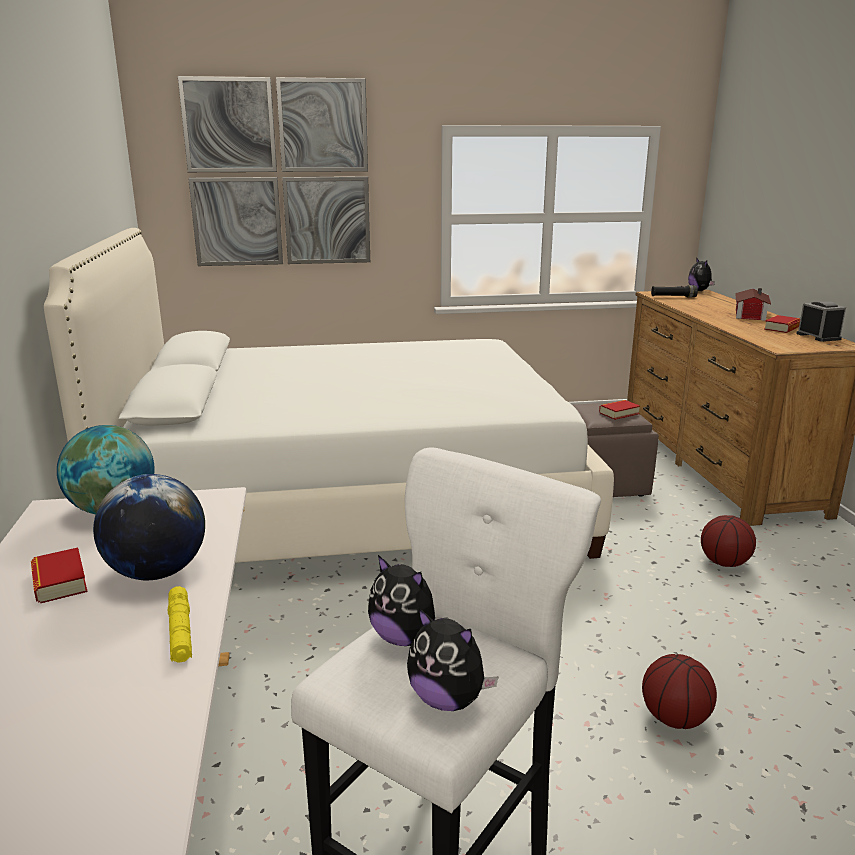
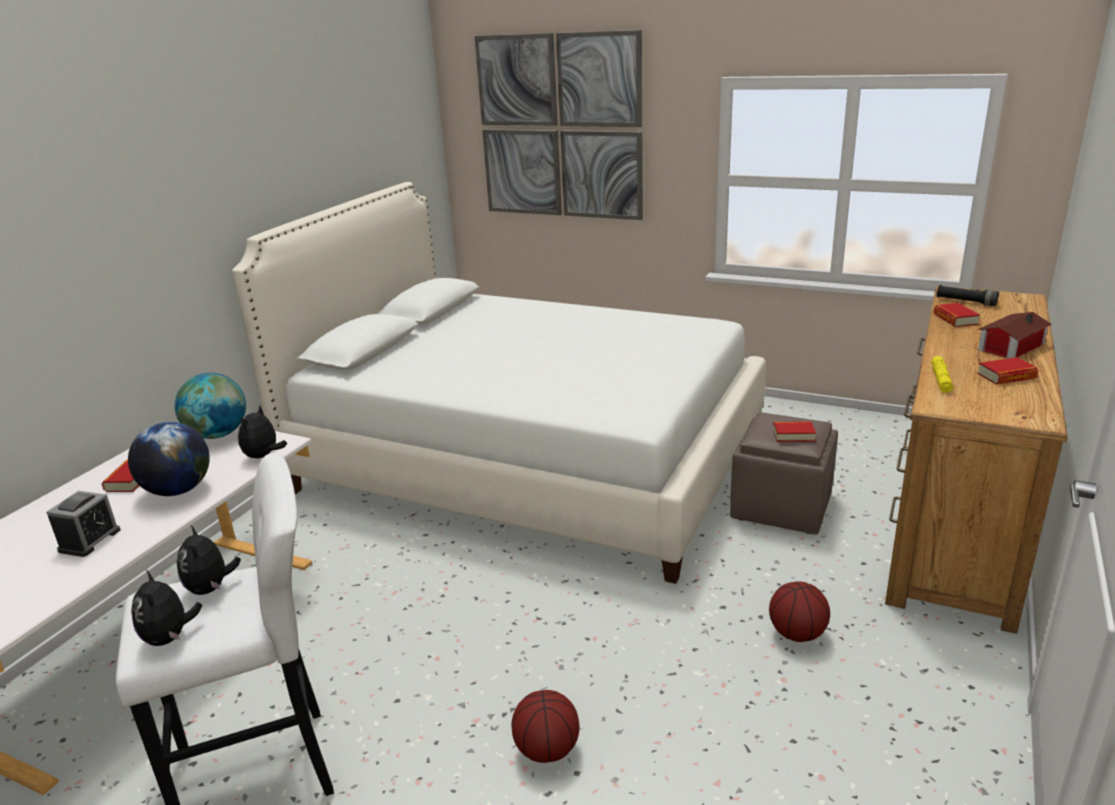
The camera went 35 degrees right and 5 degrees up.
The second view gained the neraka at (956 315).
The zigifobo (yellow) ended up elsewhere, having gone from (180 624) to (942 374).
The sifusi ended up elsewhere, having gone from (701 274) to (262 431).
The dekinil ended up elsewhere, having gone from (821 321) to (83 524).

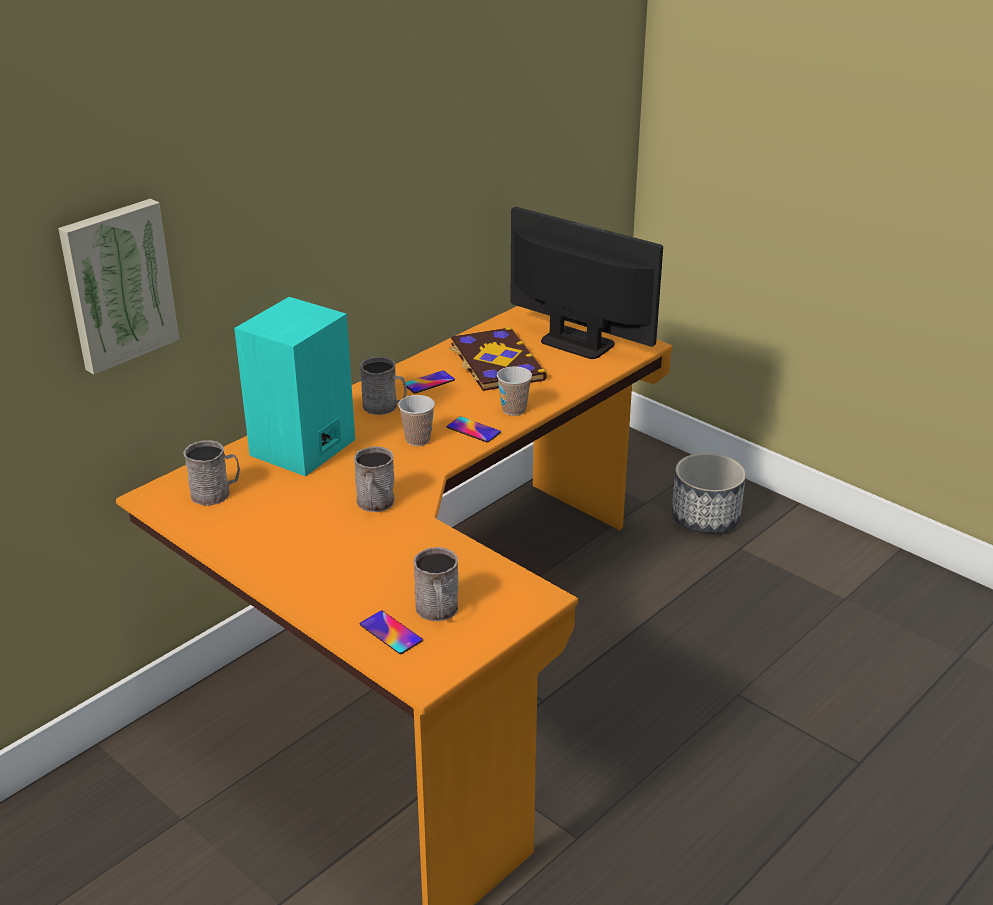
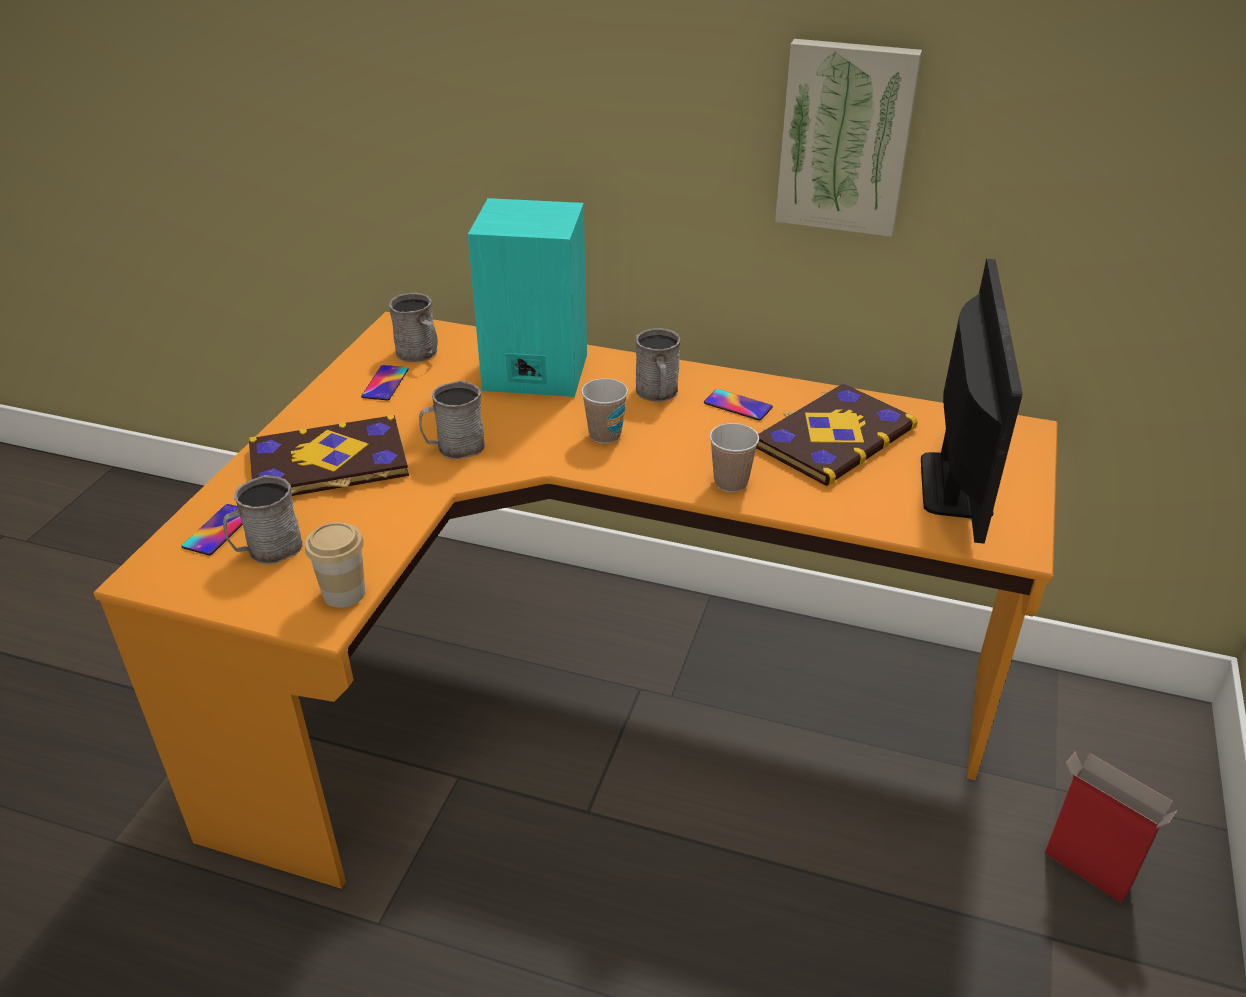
The camera went 65 degrees right and 5 degrees up.
The second view gained the neraka at (329 455).
The second view gained the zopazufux at (335 565).
The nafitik ended up elsewhere, having gone from (118 287) to (848 138).
The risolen ended up elsewhere, having gone from (474 430) to (385 382).
Where the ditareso stood at (709 493), the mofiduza came to stand at (1111 827).

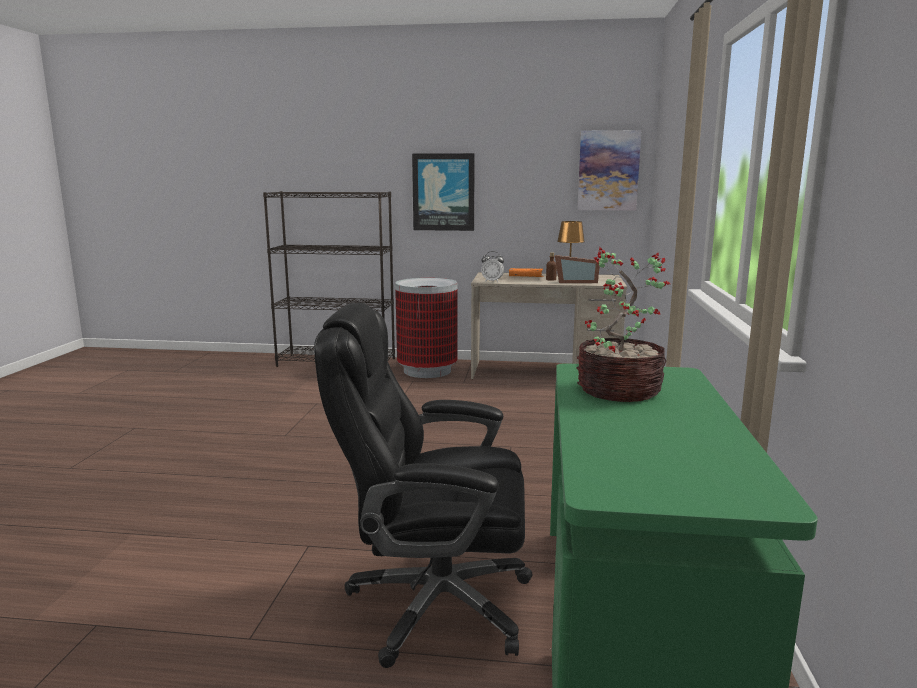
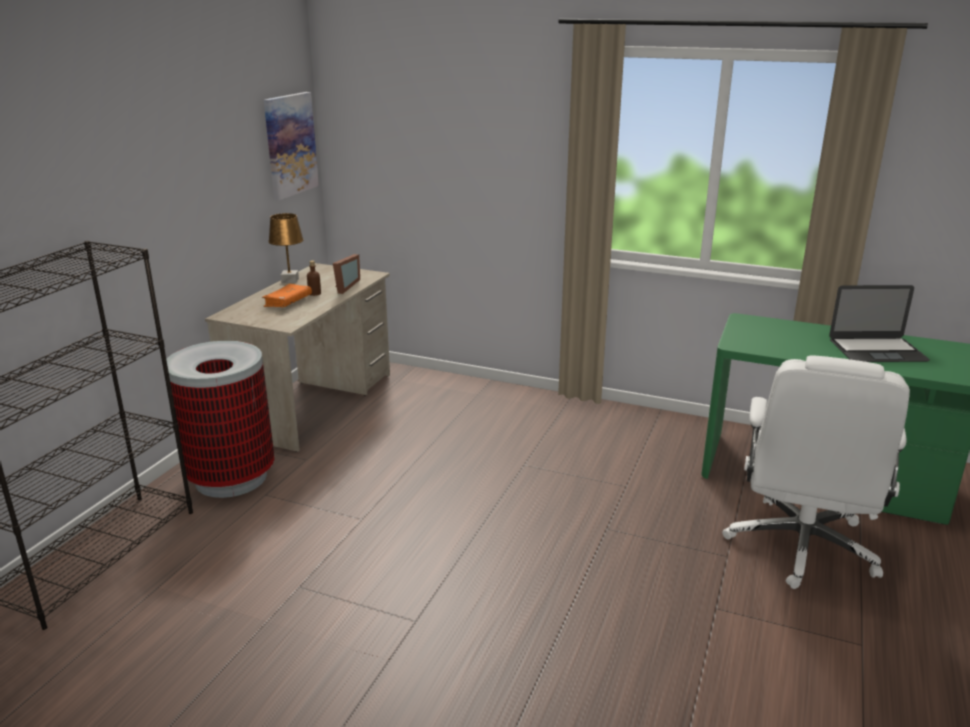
The camera went 75 degrees left and 10 degrees up.
The second view lost the nafitik at (443 192).
The second view lost the dekinil at (492 266).
The second view lost the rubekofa at (623 324).
The second view gained the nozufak at (879 323).
What was the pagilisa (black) at (423 485) turned into the pagilisa (white) at (816 472).

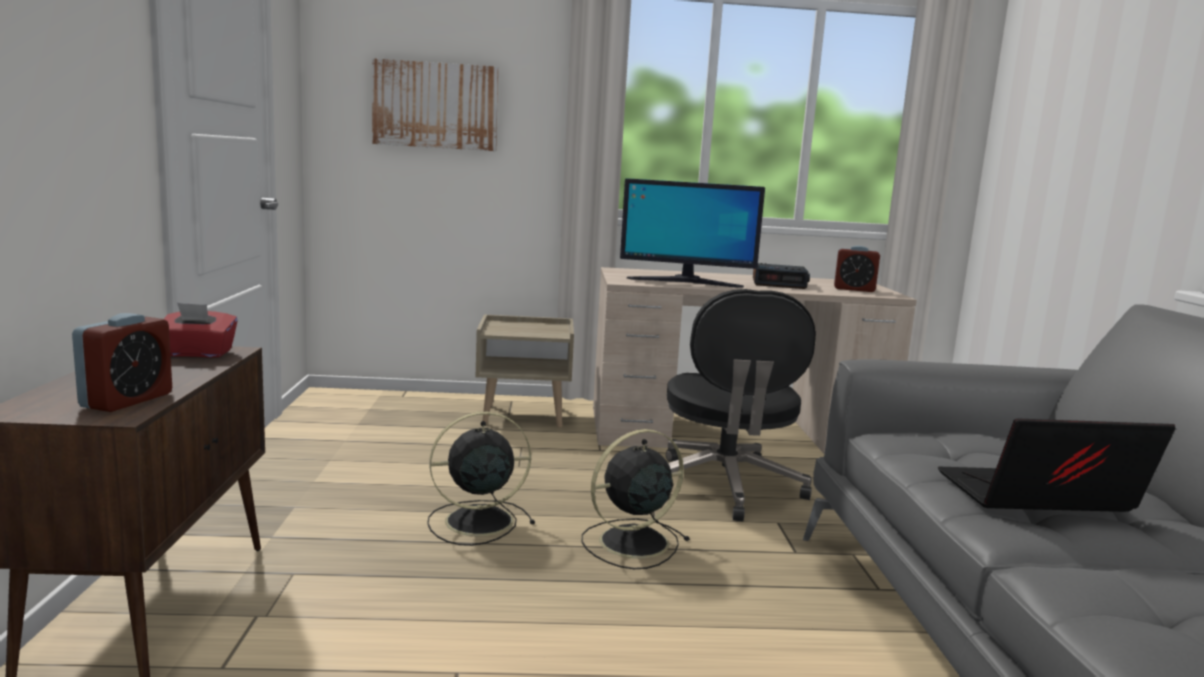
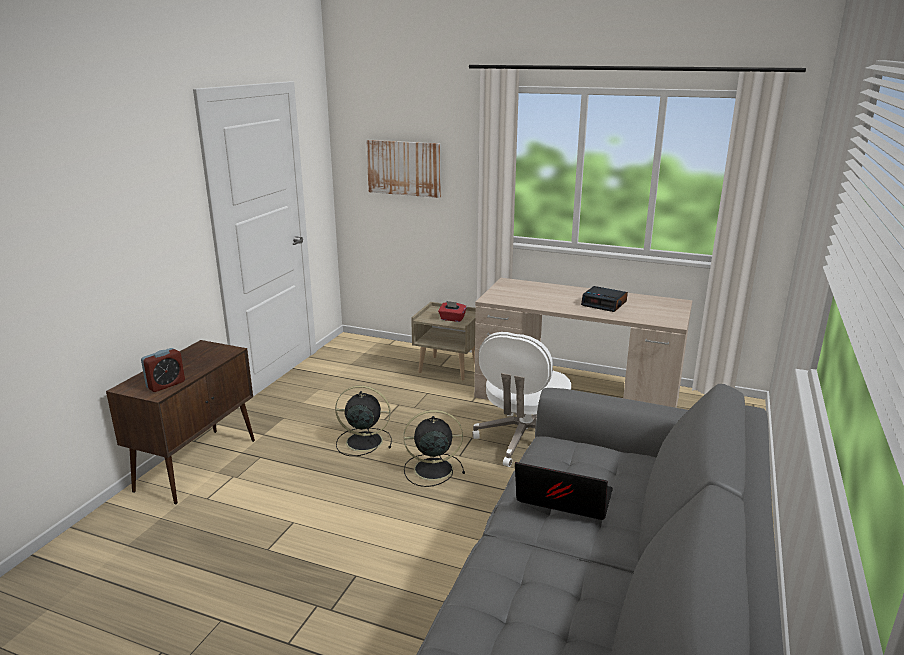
The camera went 25 degrees right and 10 degrees up.
The second view lost the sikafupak at (692 233).
The second view lost the dekinil at (857 269).
The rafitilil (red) ended up elsewhere, having gone from (201 330) to (452 311).
What was the pagilisa (black) at (741 405) turned into the pagilisa (white) at (521 399).

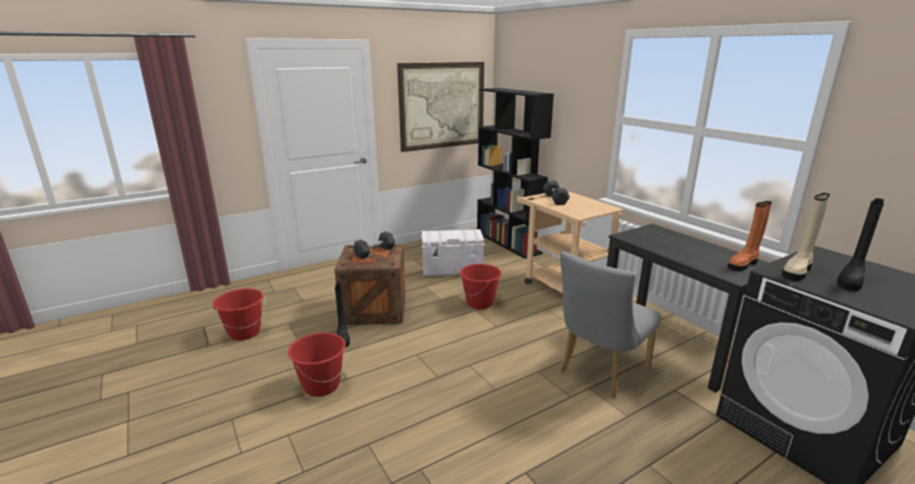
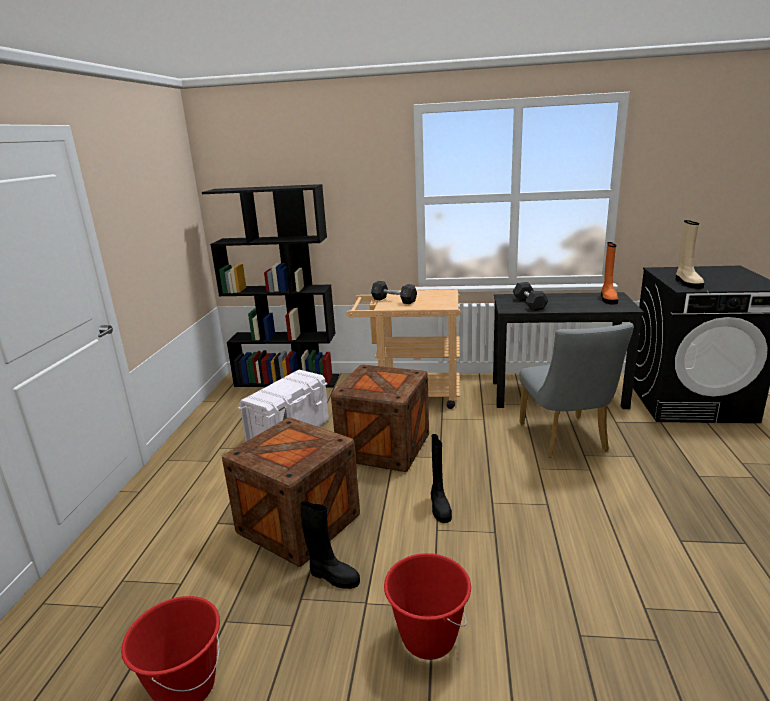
The camera went 50 degrees left and 0 degrees up.
The second view lost the nafitik at (440 107).
The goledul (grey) ended up elsewhere, having gone from (374 245) to (530 296).
The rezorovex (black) ended up elsewhere, having gone from (860 244) to (441 478).
Where the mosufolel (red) stood at (481 286), the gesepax came to stand at (380 418).

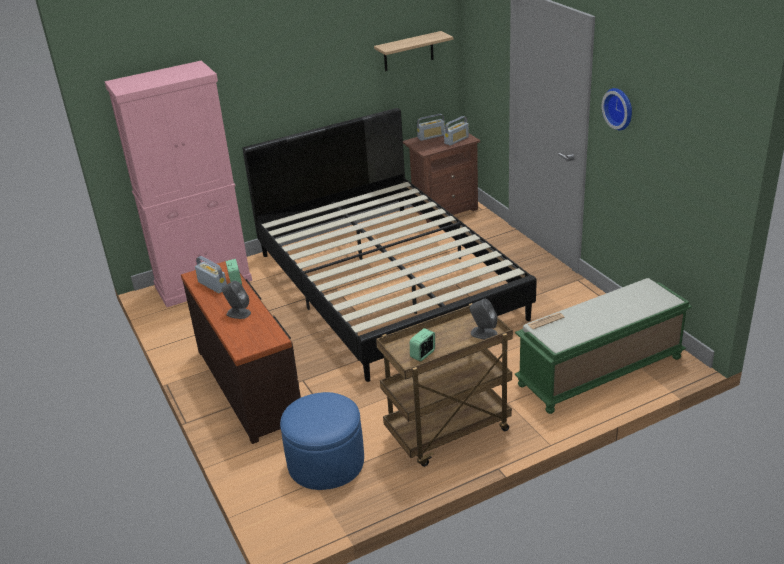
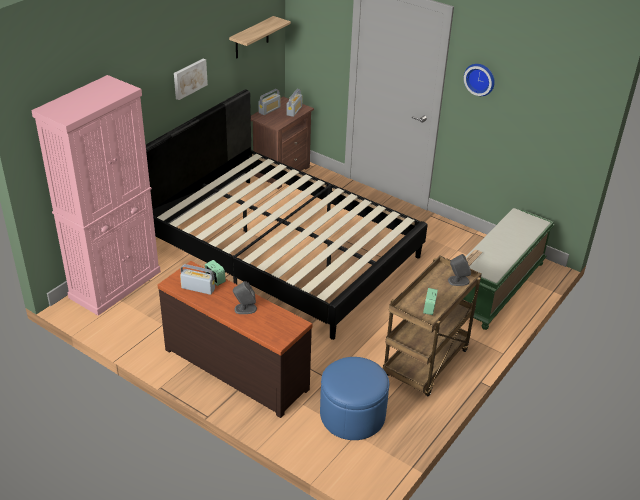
The camera went 30 degrees left and 5 degrees up.
The second view gained the nafitik at (191 79).

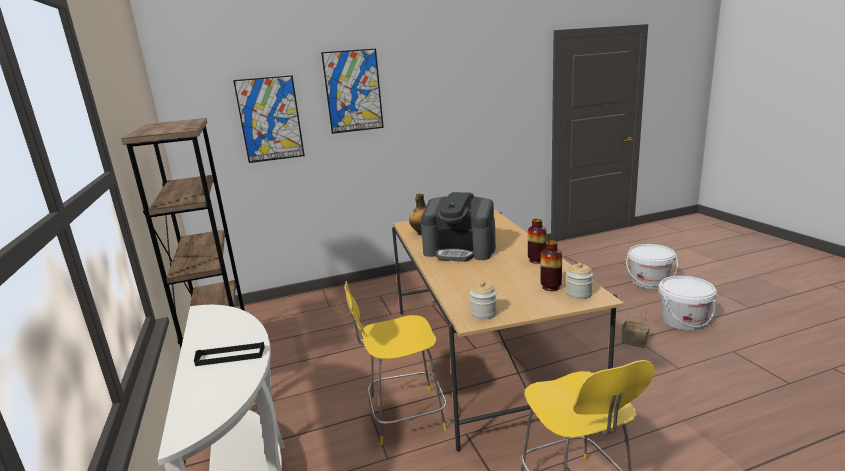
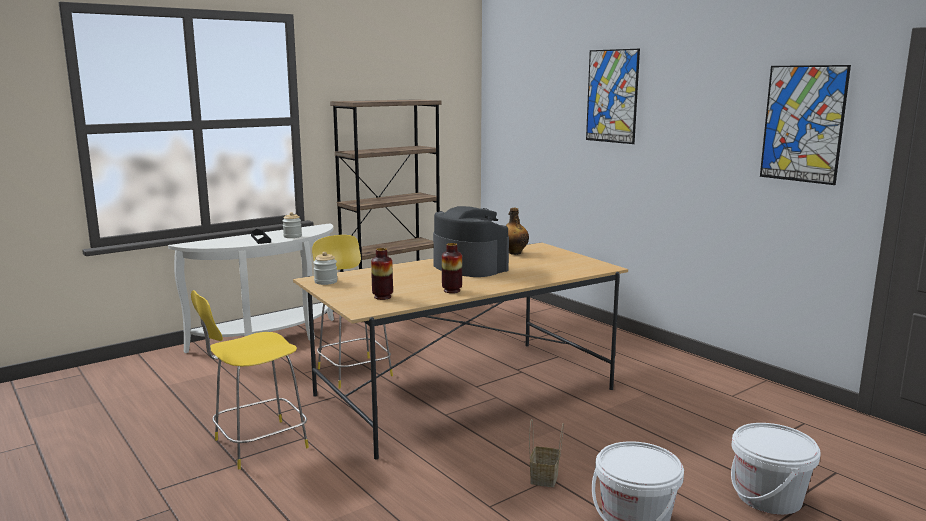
The camera went 70 degrees right and 5 degrees down.
The nafitik ended up elsewhere, having gone from (269 119) to (805 125).
The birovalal ended up elsewhere, having gone from (579 281) to (292 225).
The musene at (458 227) ended up facing another way, 135 degrees clockwise from before.

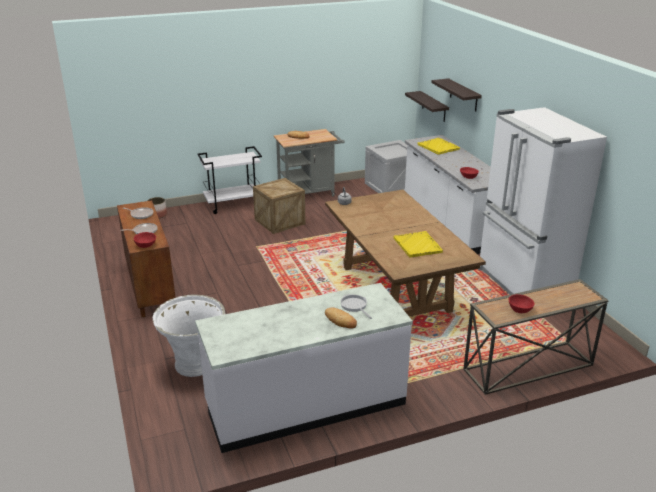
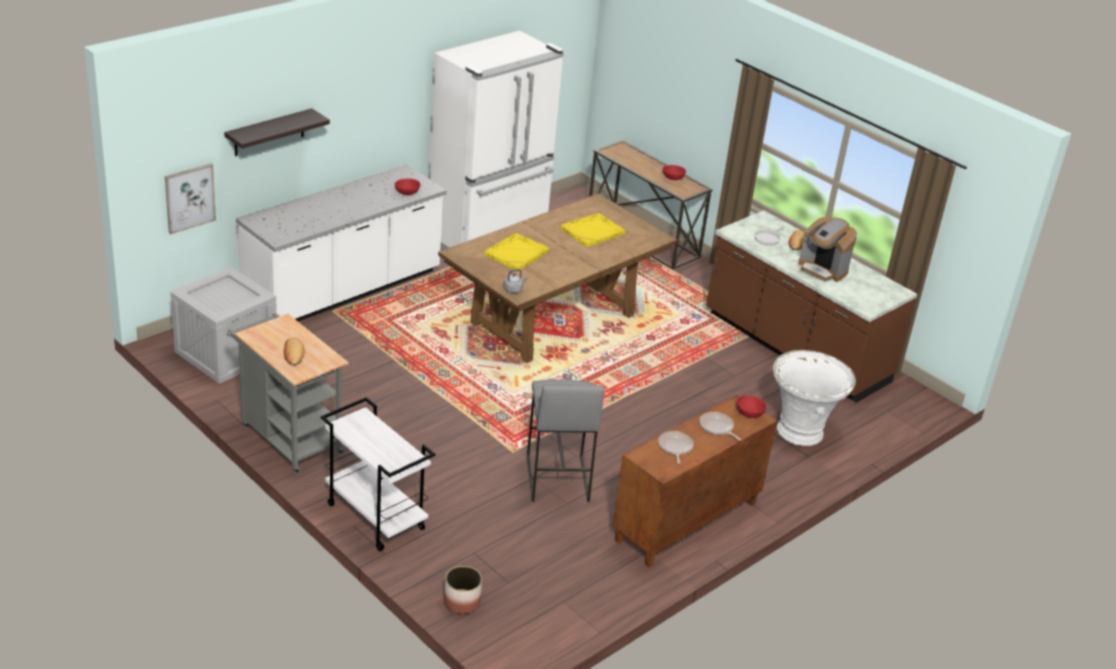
The camera went 115 degrees left and 5 degrees up.
The second view lost the gesepax at (279 206).
The second view gained the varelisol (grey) at (565 440).
The second view gained the musene at (827 249).
The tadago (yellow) ended up elsewhere, having gone from (439 146) to (516 251).
Where the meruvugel hung at (427 106), the nafitik came to hang at (190 198).
What was the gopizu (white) at (304 368) turned into the gopizu (brown) at (811 306).

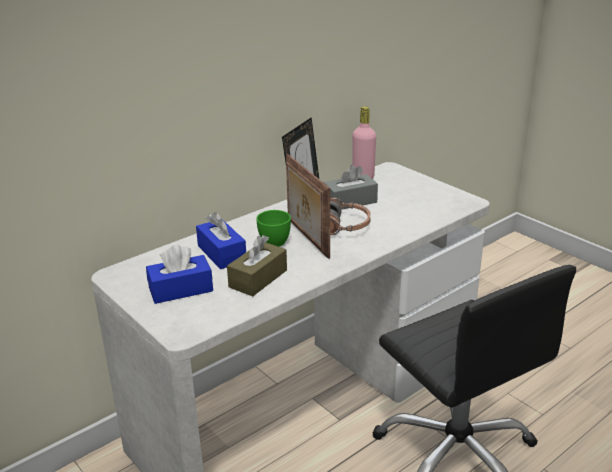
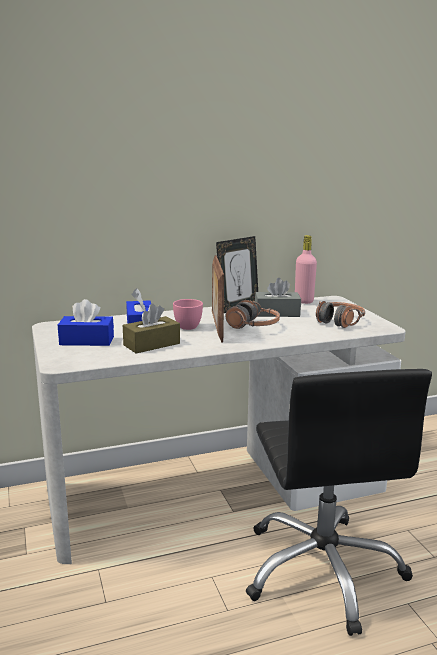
The camera went 20 degrees right and 10 degrees down.
The second view gained the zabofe at (340 314).
What was the zopazufux (green) at (273 228) turned into the zopazufux (pink) at (188 314).

